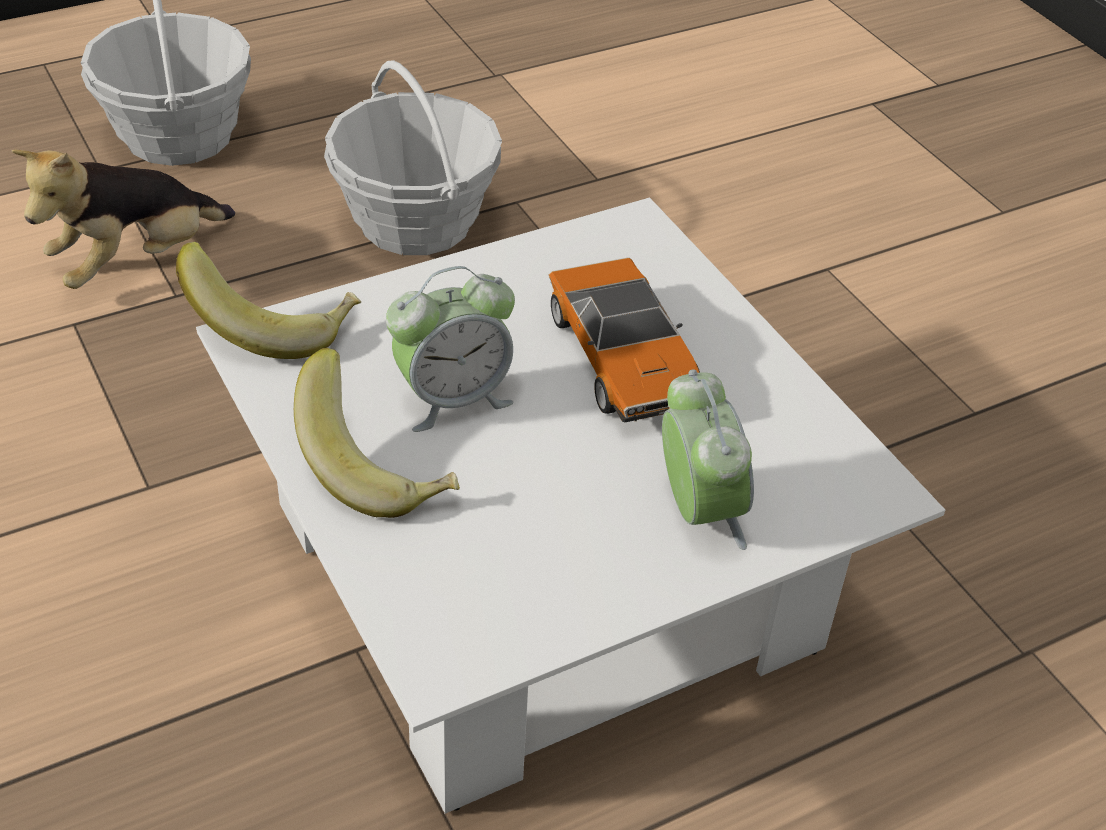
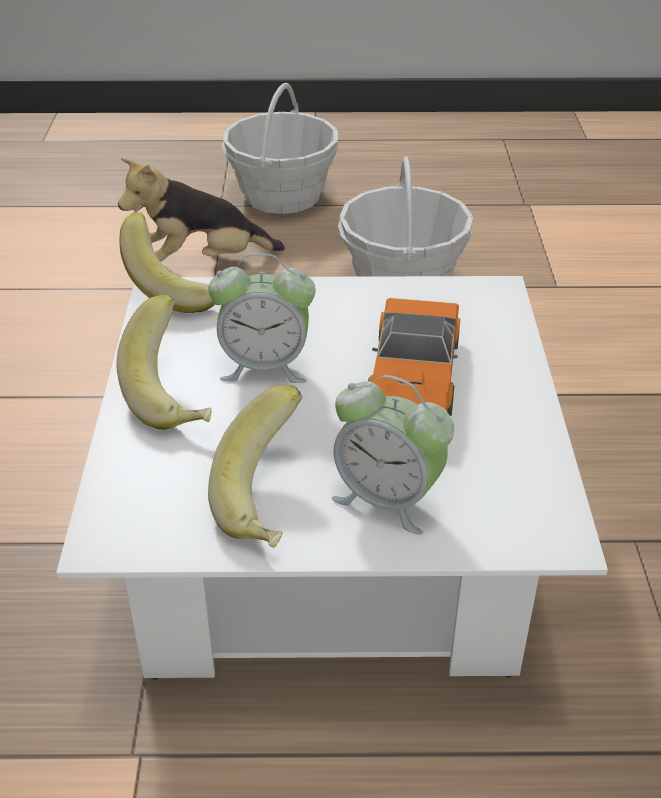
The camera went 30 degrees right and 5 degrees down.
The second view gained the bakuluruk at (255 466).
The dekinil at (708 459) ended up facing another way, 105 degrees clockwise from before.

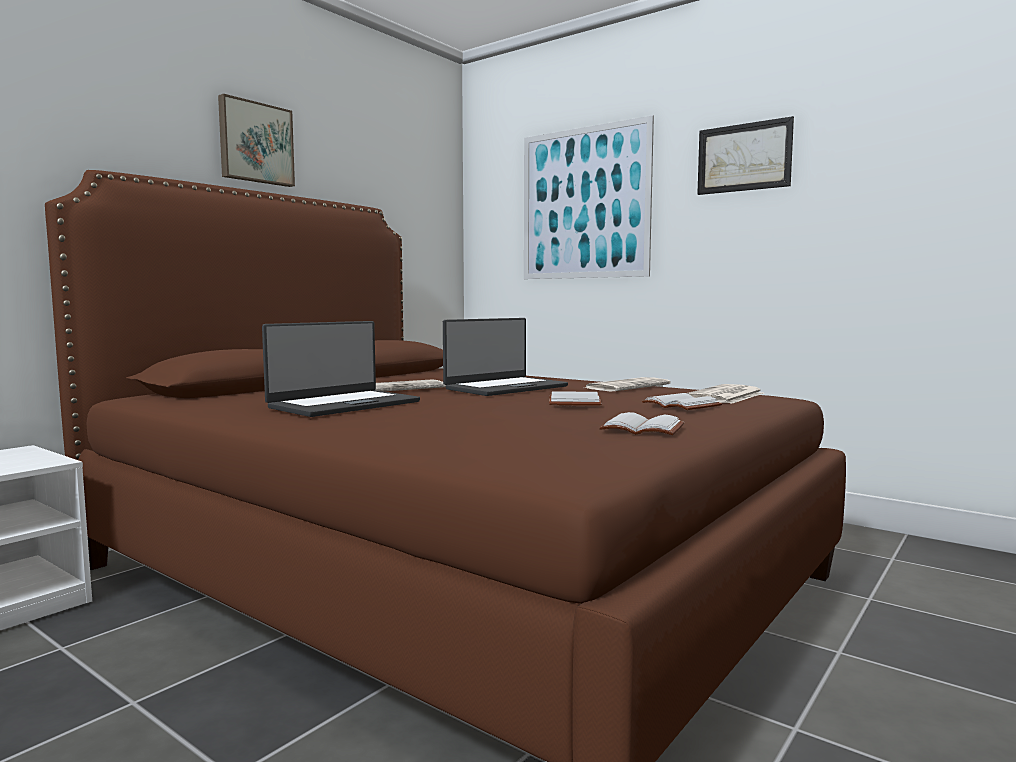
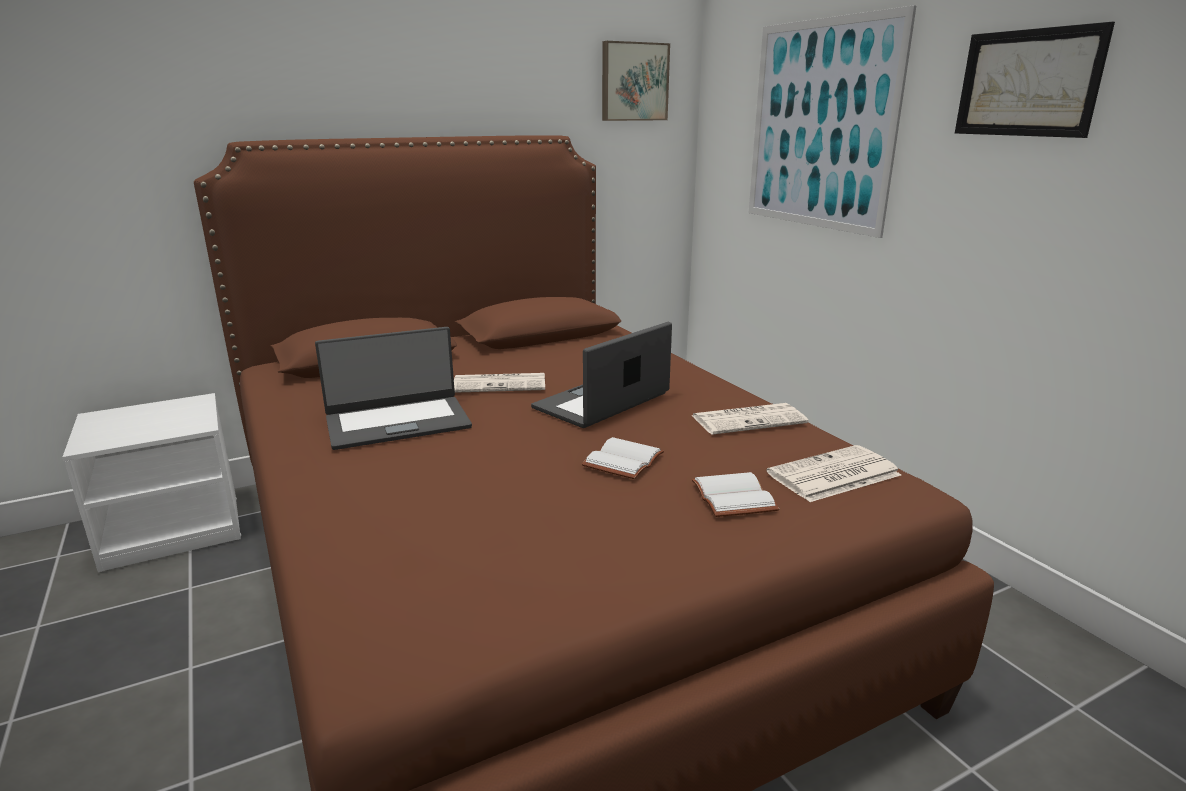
The camera went 25 degrees right and 15 degrees up.
The second view lost the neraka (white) at (641 423).
The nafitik ended up elsewhere, having gone from (256 140) to (636 81).
The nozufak at (505 357) ended up facing another way, 150 degrees clockwise from before.

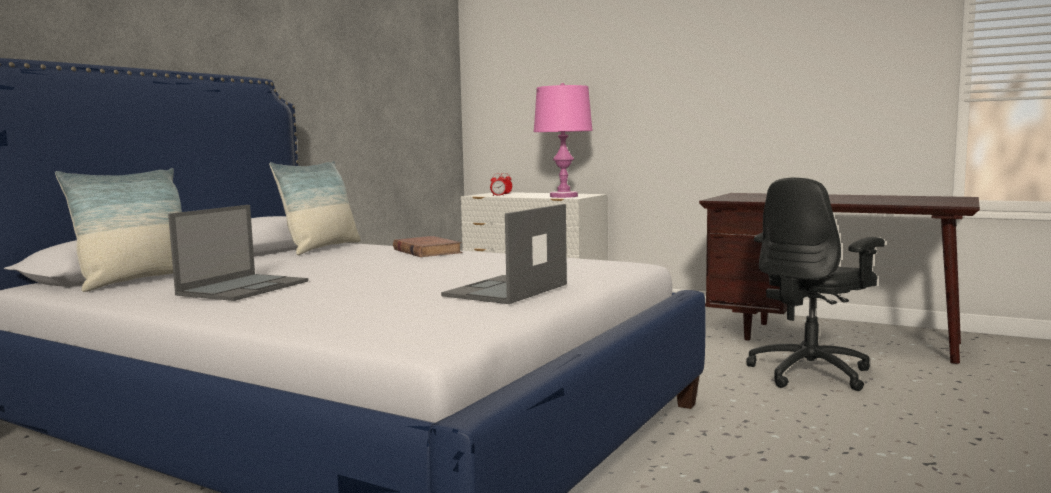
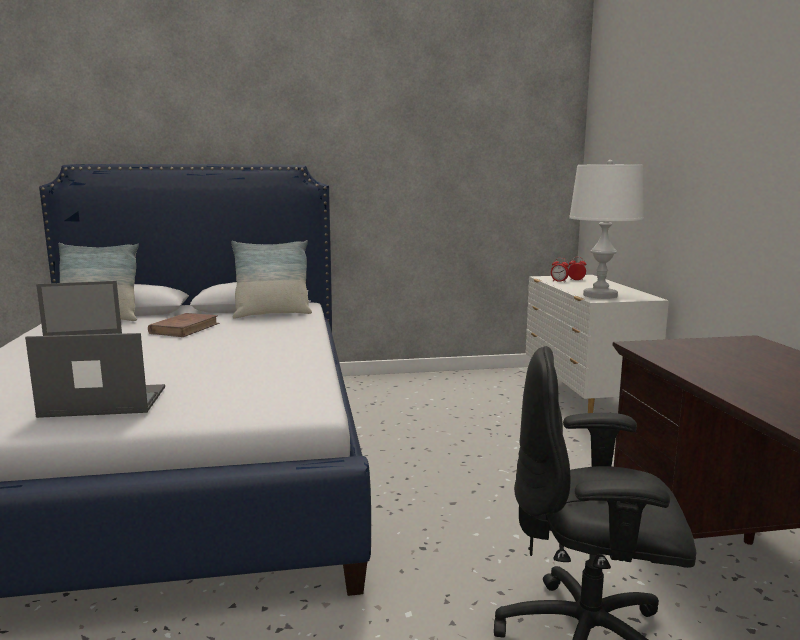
The camera went 50 degrees right and 5 degrees up.
The neraka (brown) ended up elsewhere, having gone from (427 246) to (184 325).
What was the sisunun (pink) at (563 140) turned into the sisunun (white) at (606 229).

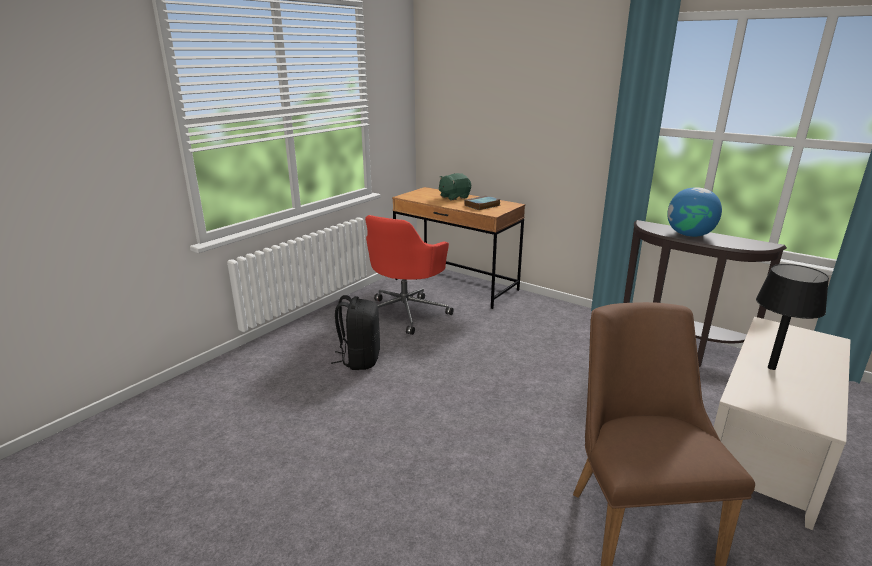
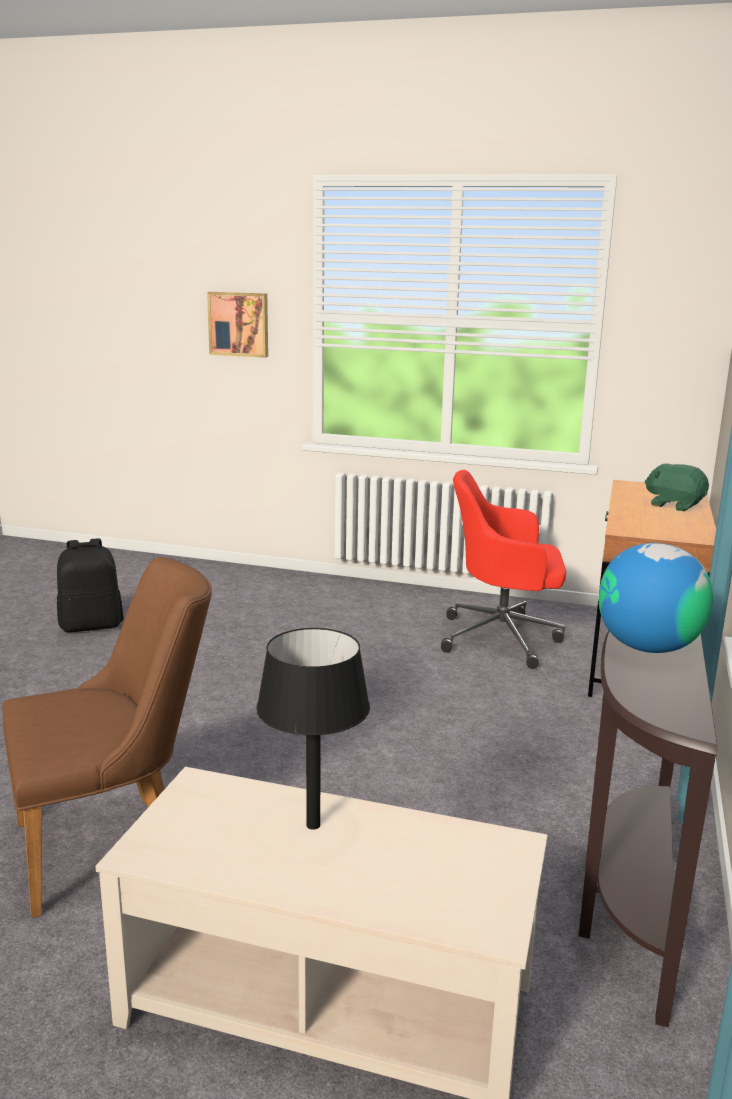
The camera went 70 degrees right and 5 degrees down.
The second view lost the neraka at (482 202).
The second view gained the nafitik at (237 325).
The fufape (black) ended up elsewhere, having gone from (355 332) to (90 585).

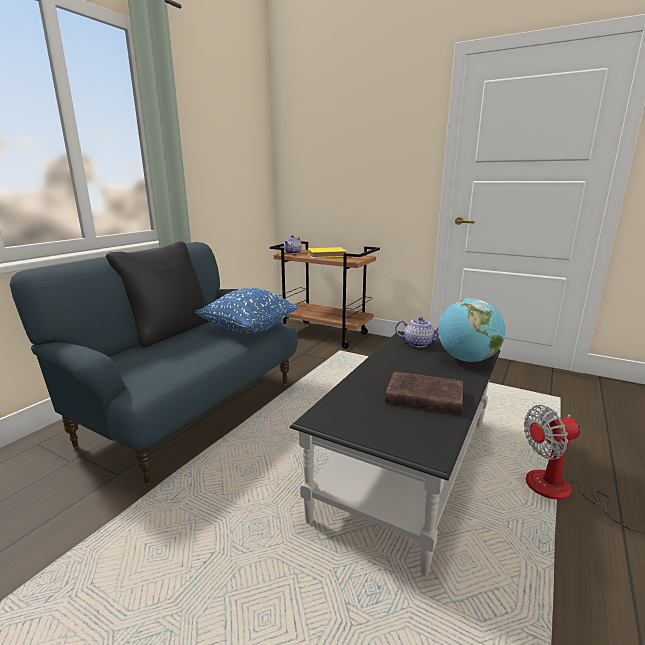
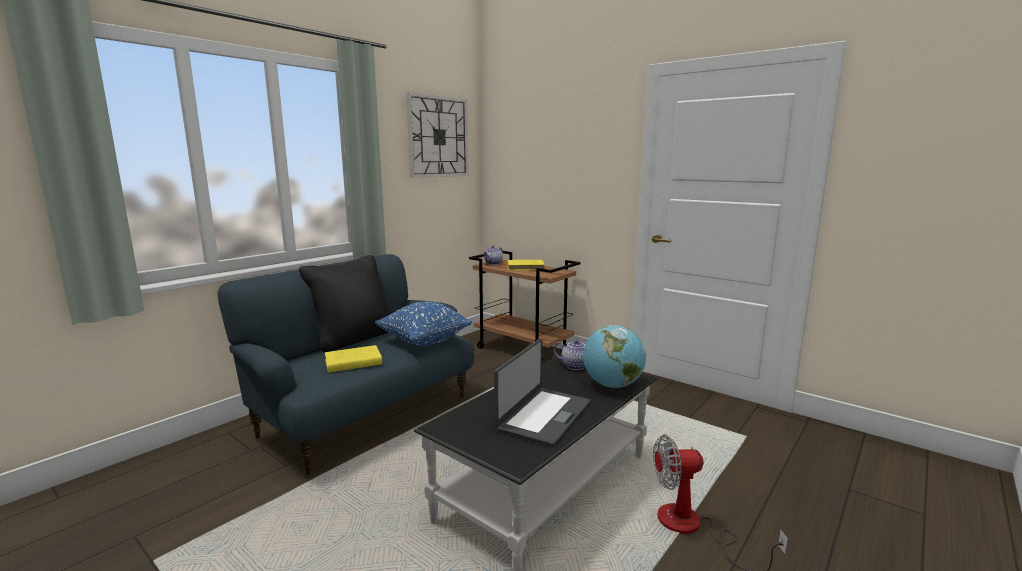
The camera went 10 degrees right and 5 degrees down.
The second view gained the neraka (yellow) at (353 359).
The second view gained the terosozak at (437 135).
Where the neraka (brown) stood at (424 392), the nozufak came to stand at (542 393).

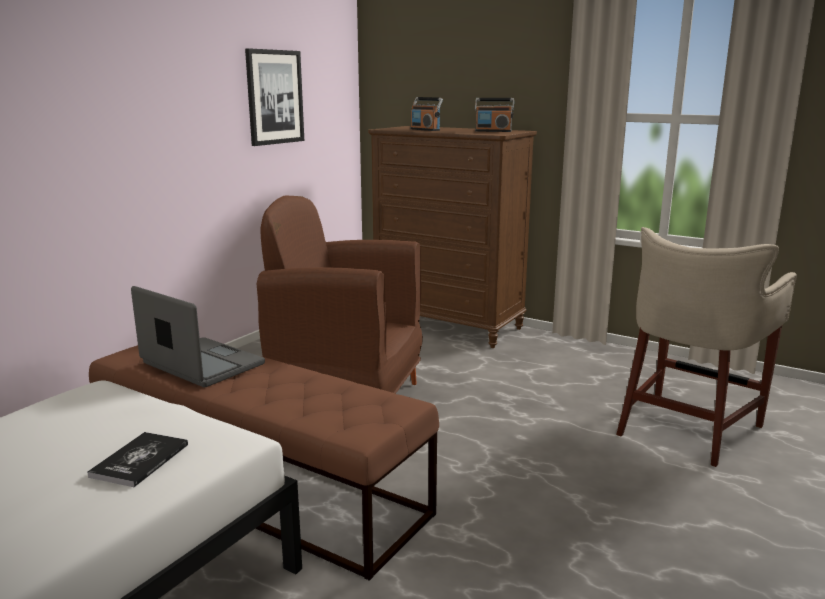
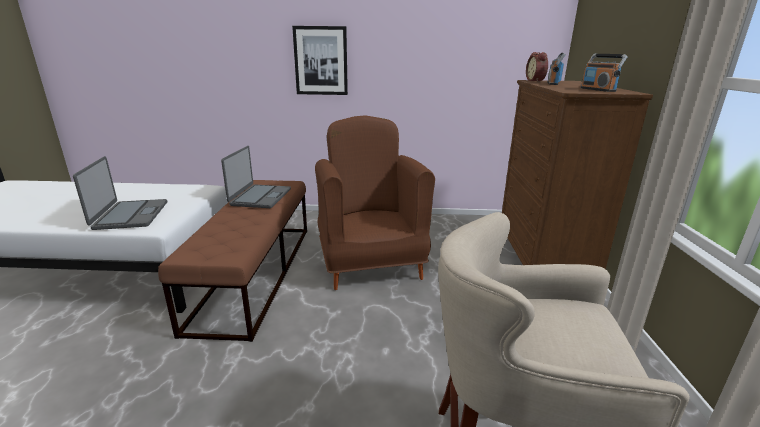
The camera went 60 degrees right and 5 degrees up.
The second view gained the dekinil at (537 67).
The nafitik ended up elsewhere, having gone from (274 97) to (320 60).
Where the neraka stood at (137 459), the nozufak came to stand at (120 193).

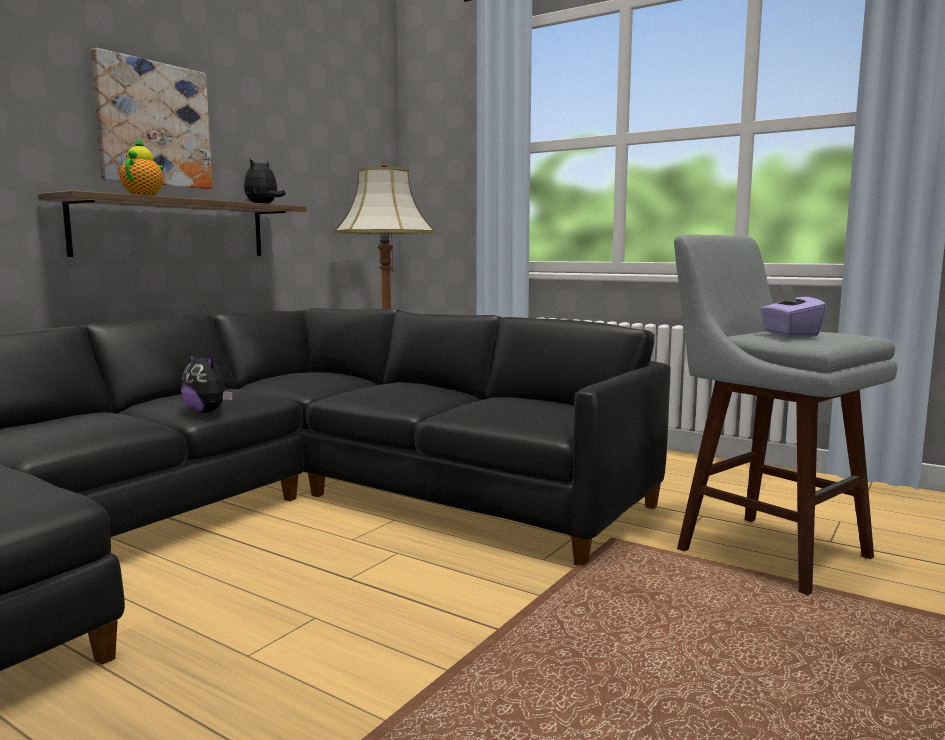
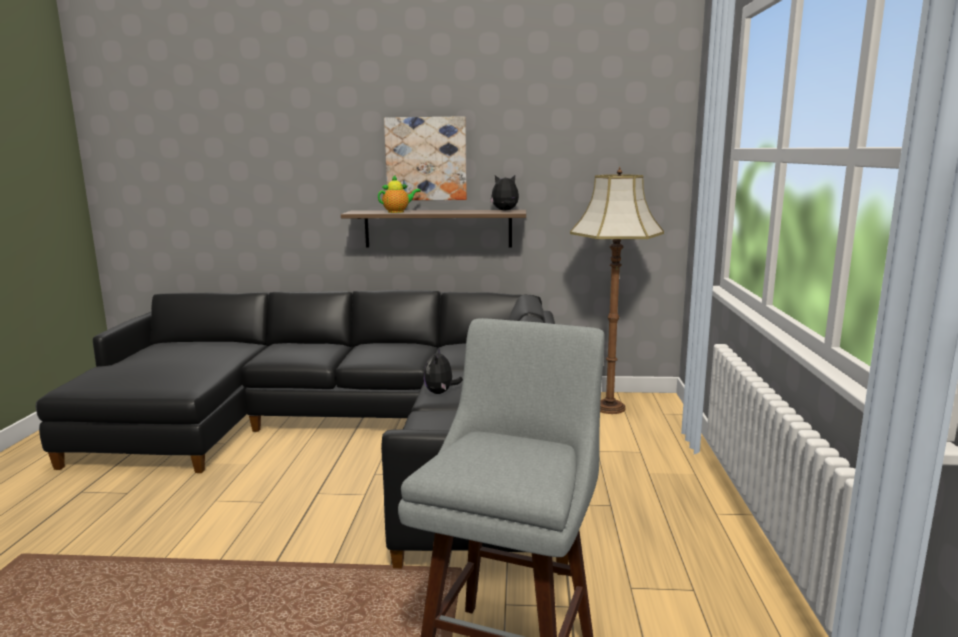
The camera went 60 degrees right and 5 degrees up.
The second view lost the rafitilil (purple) at (793 311).
The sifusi ended up elsewhere, having gone from (207 382) to (443 371).

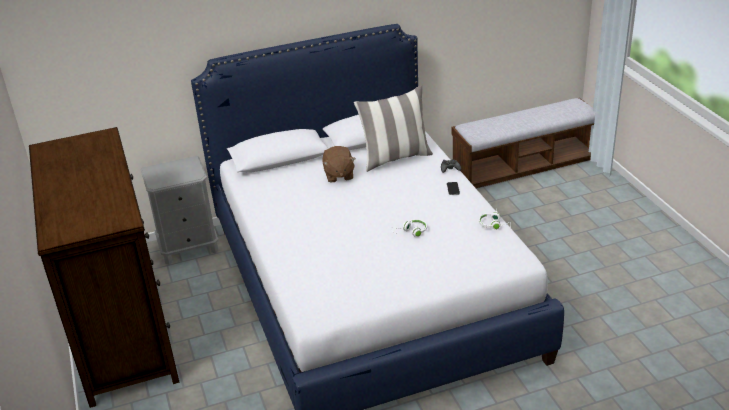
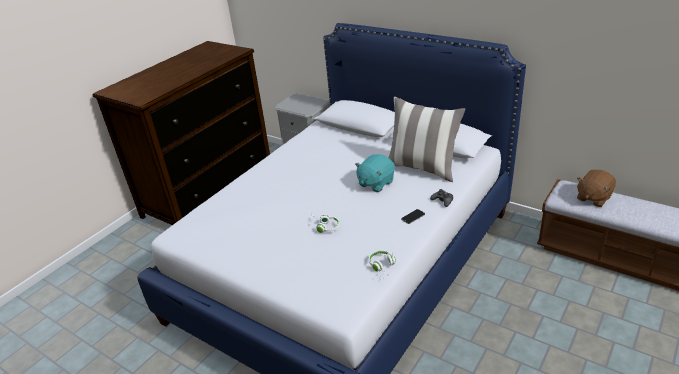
The camera went 55 degrees right and 0 degrees up.
The second view gained the sifusi (turquoise) at (375 173).
The sifusi (brown) ended up elsewhere, having gone from (339 164) to (596 188).

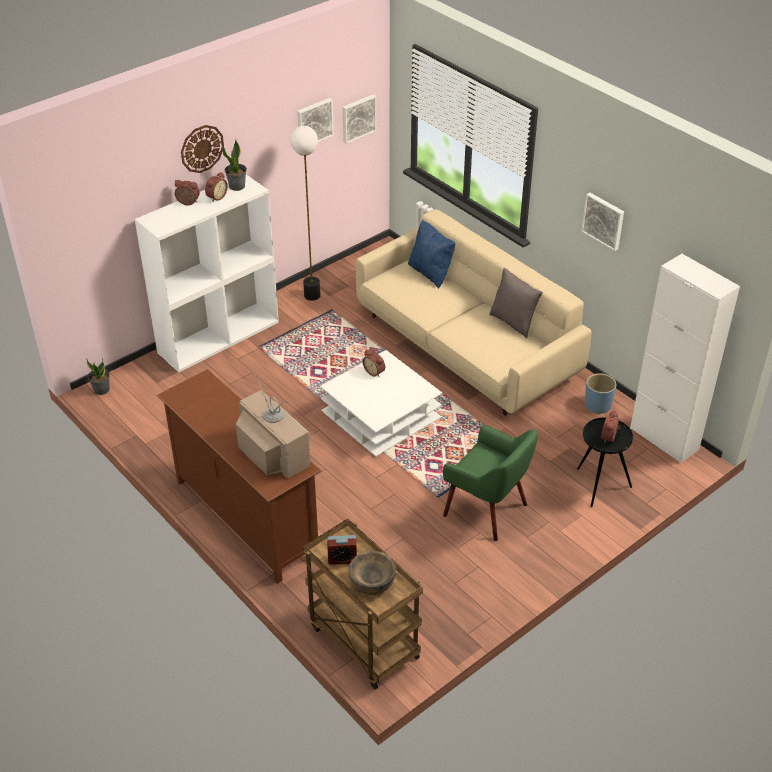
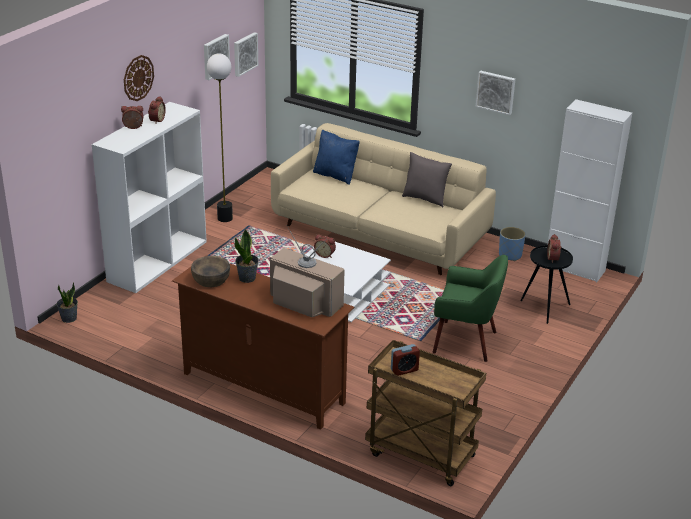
The camera went 20 degrees left and 10 degrees down.
The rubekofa ended up elsewhere, having gone from (235 165) to (247 256).
The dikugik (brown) ended up elsewhere, having gone from (372 573) to (210 271).

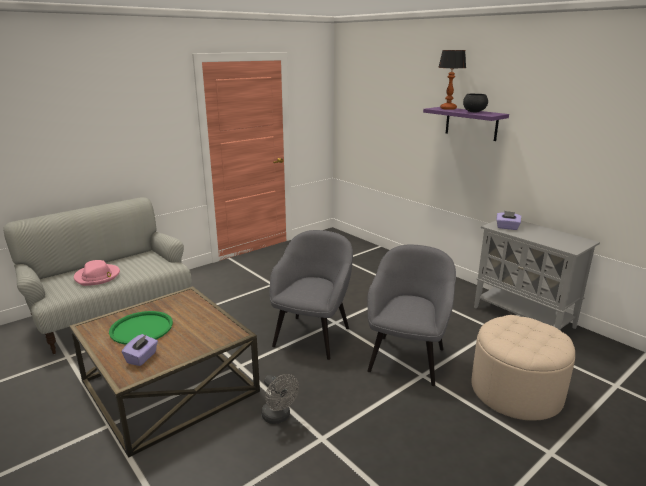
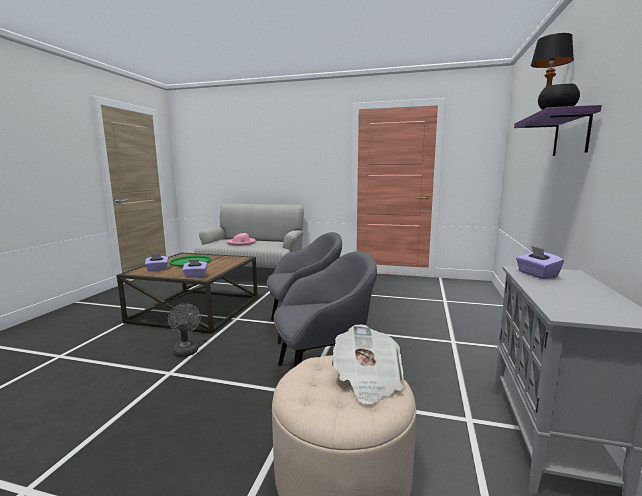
The camera went 55 degrees right and 10 degrees down.
The second view gained the rafitilil (purple) at (195 269).
The second view gained the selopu at (367 364).
The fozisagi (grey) at (280 399) ended up facing another way, 150 degrees clockwise from before.

